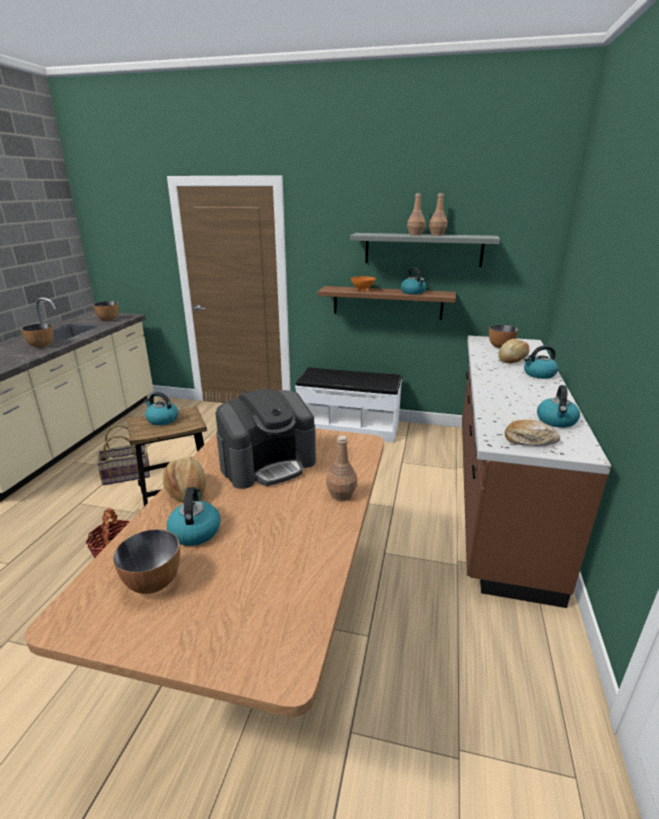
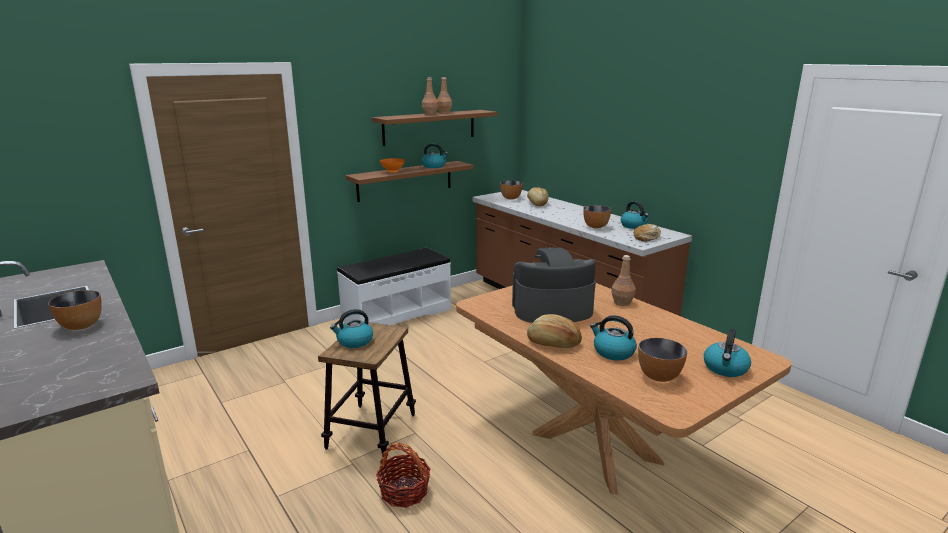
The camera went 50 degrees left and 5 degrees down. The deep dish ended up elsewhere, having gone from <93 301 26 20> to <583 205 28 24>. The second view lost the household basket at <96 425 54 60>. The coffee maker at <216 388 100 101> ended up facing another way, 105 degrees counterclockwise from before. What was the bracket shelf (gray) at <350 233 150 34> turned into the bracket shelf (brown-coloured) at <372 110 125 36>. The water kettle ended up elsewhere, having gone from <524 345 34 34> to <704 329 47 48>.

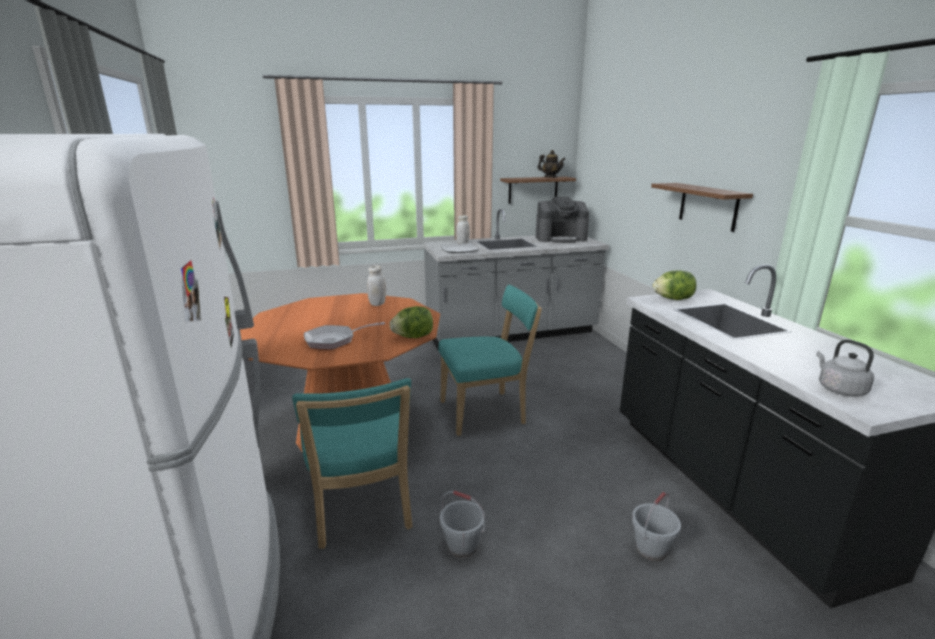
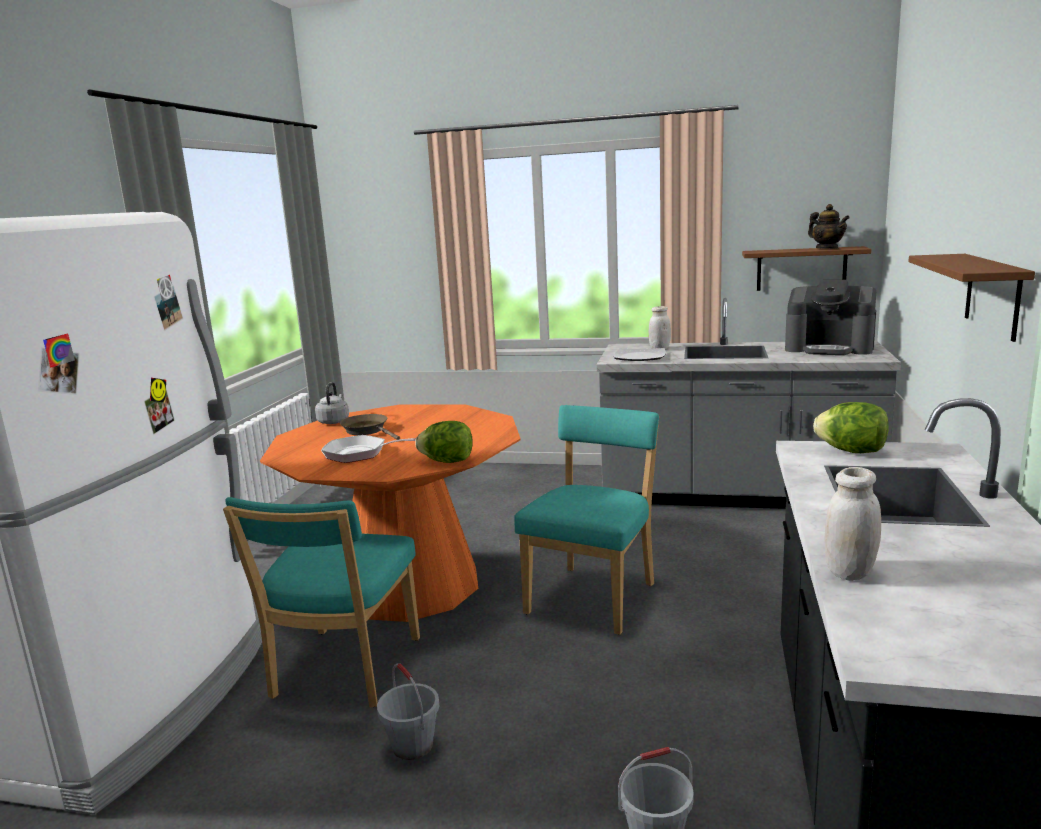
The camera went 30 degrees right and 5 degrees down. The jar (white) ended up elsewhere, having gone from <367 266 19 40> to <825 467 56 114>. The chair (turquoise-coloured) at <438 284 104 152> ended up facing another way, 75 degrees counterclockwise from before. The water kettle (gray) ended up elsewhere, having gone from <816 340 58 57> to <315 382 34 42>. The second view gained the pan (brown-coloured) at <340 414 60 26>.

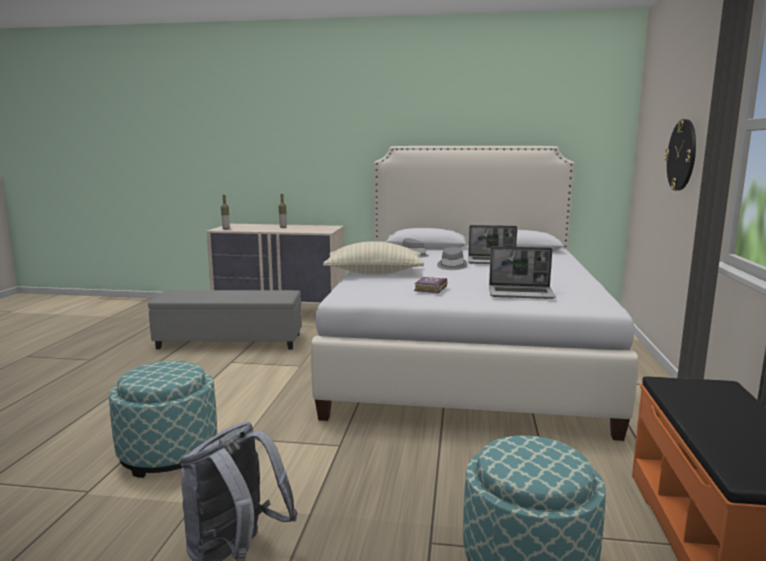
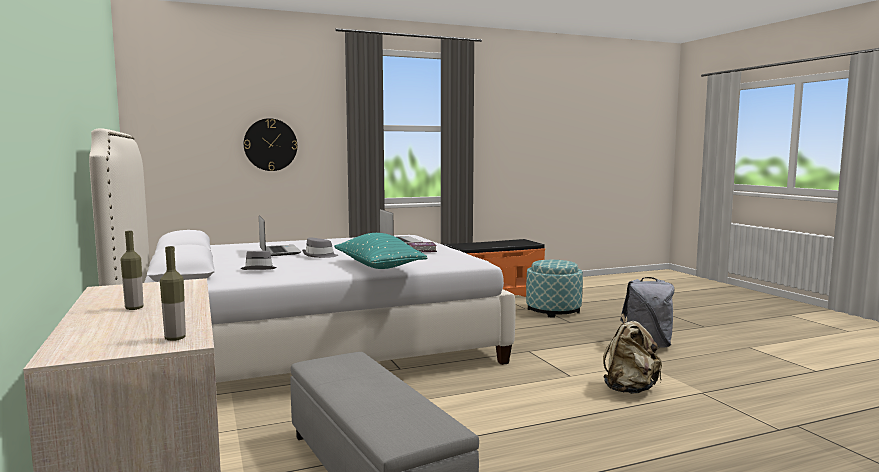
The camera went 120 degrees left and 5 degrees down. Where the pouffe stood at <109 361 108 117>, the knapsack (beige) came to stand at <603 314 59 80>. What was the throw pillow (beige) at <323 241 101 33> turned into the throw pillow (turquoise-coloured) at <334 233 94 36>.

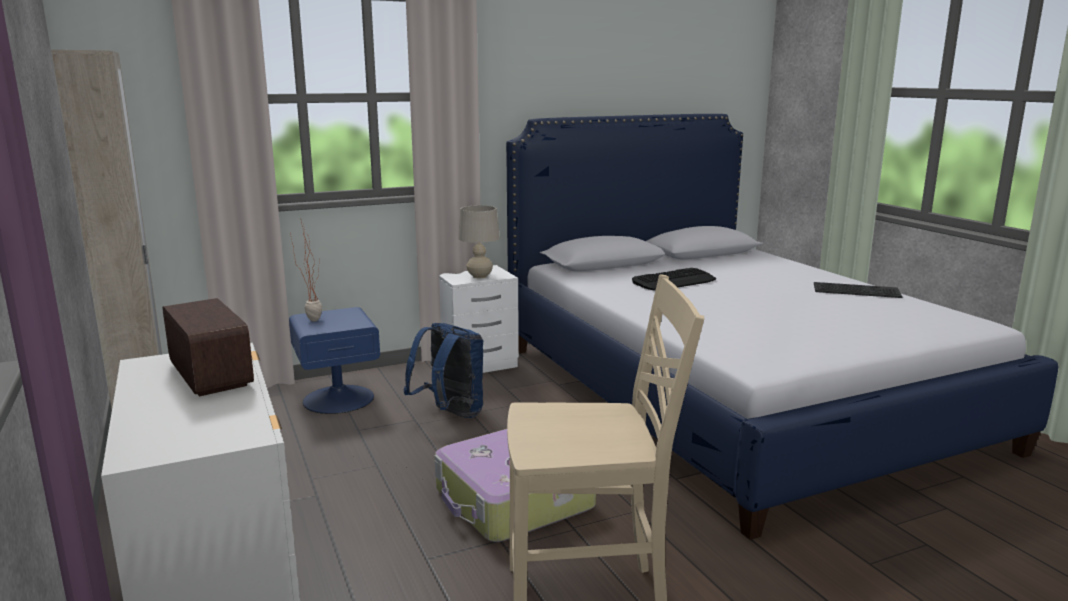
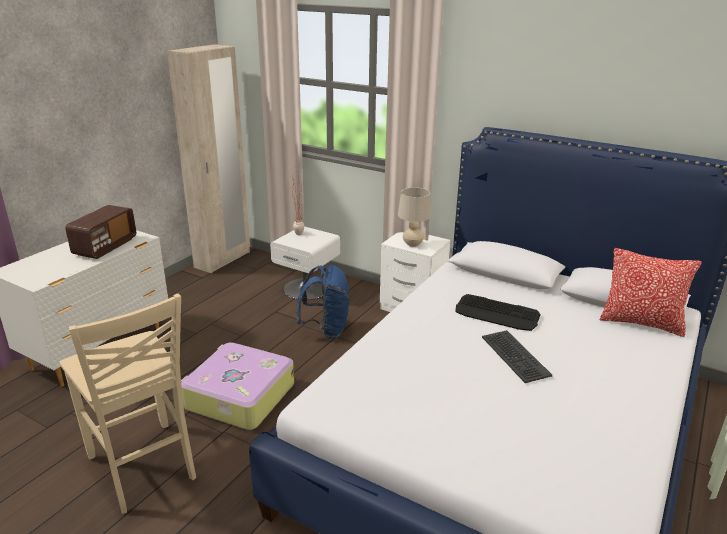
The camera went 55 degrees right and 10 degrees up. What was the nightstand (bluish) at <289 307 91 107> turned into the nightstand (white) at <270 226 70 74>. The keyboard ended up elsewhere, having gone from <814 282 89 16> to <482 330 70 53>. The second view gained the throw pillow at <600 248 102 89>.

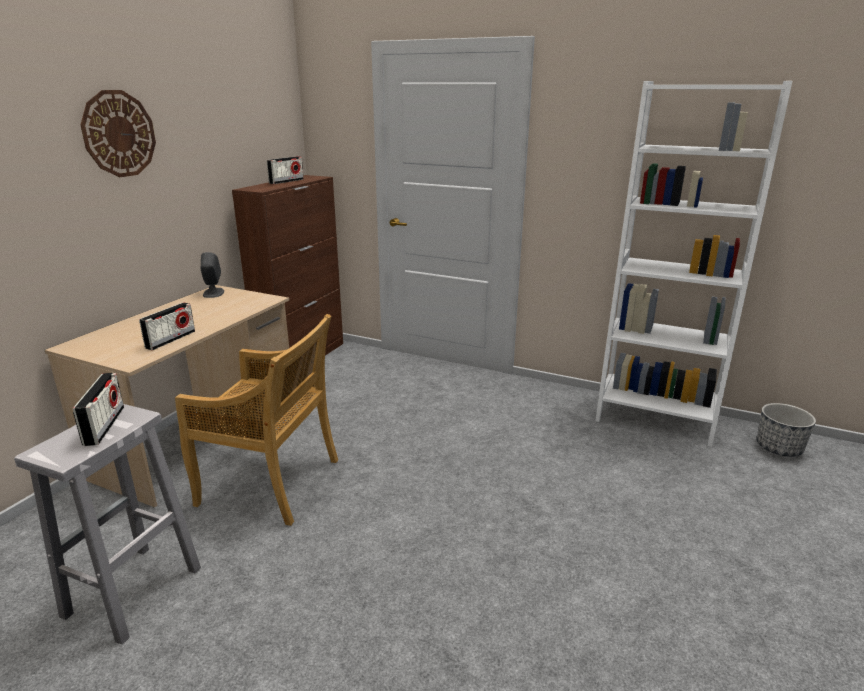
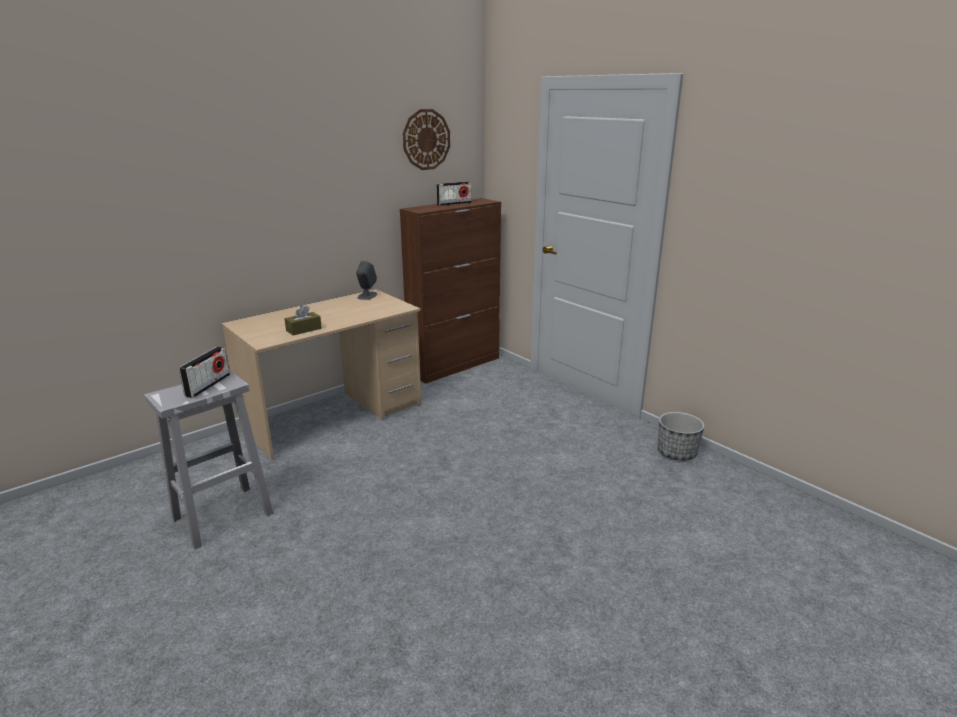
The camera went 25 degrees right and 0 degrees up. The wall clock ended up elsewhere, having gone from <80 90 76 87> to <403 109 47 61>. Where the radio stood at <139 303 56 47>, the box of tissues (brown-coloured) came to stand at <285 305 37 30>. The second view lost the chair (beige) at <175 314 163 212>. The second view lost the bookshelf (white) at <595 81 197 366>. The plant pot ended up elsewhere, having gone from <757 403 59 54> to <657 412 47 49>.

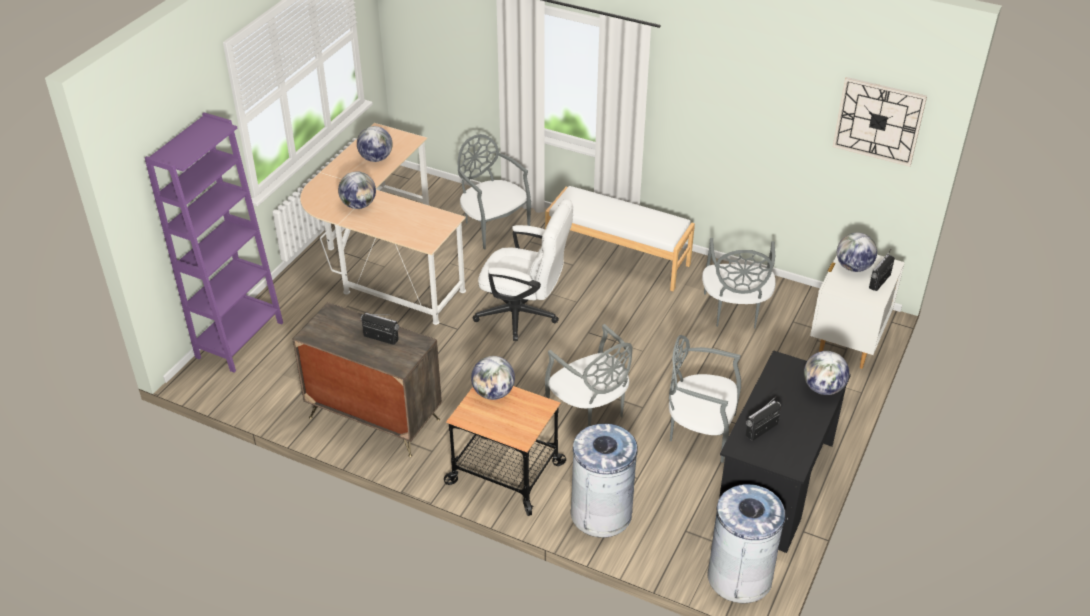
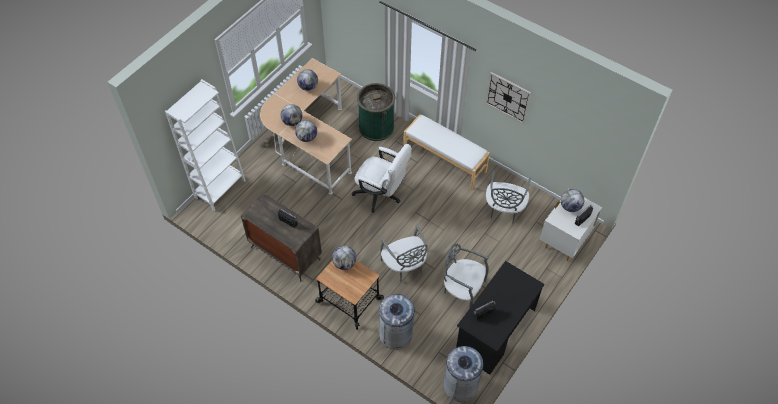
The camera went 10 degrees right and 15 degrees up. What was the bookshelf (purple-coloured) at <145 112 138 261> turned into the bookshelf (white) at <165 79 81 132>. Where the chair (gray) stood at <458 134 73 116>, the rubbish bin (greenish) came to stand at <357 83 38 58>. The desk globe ended up elsewhere, having gone from <804 351 45 44> to <295 120 22 22>. The wall clock ended up elsewhere, having gone from <833 77 94 89> to <485 72 46 52>.

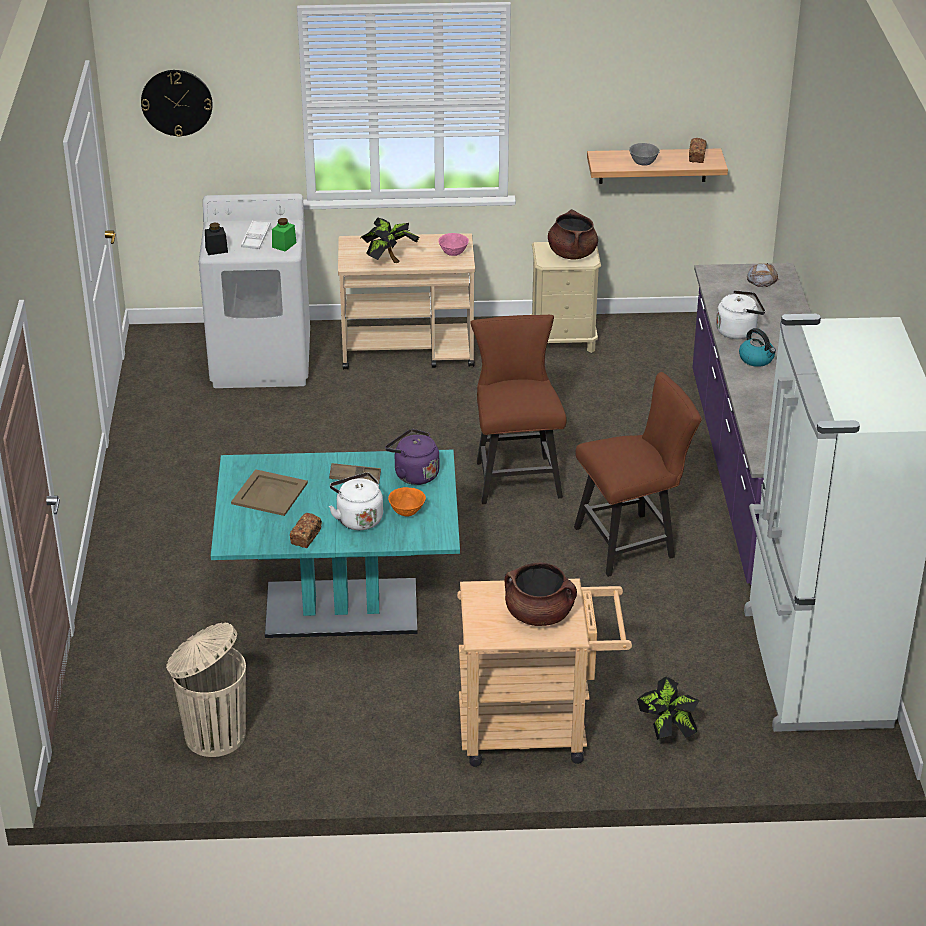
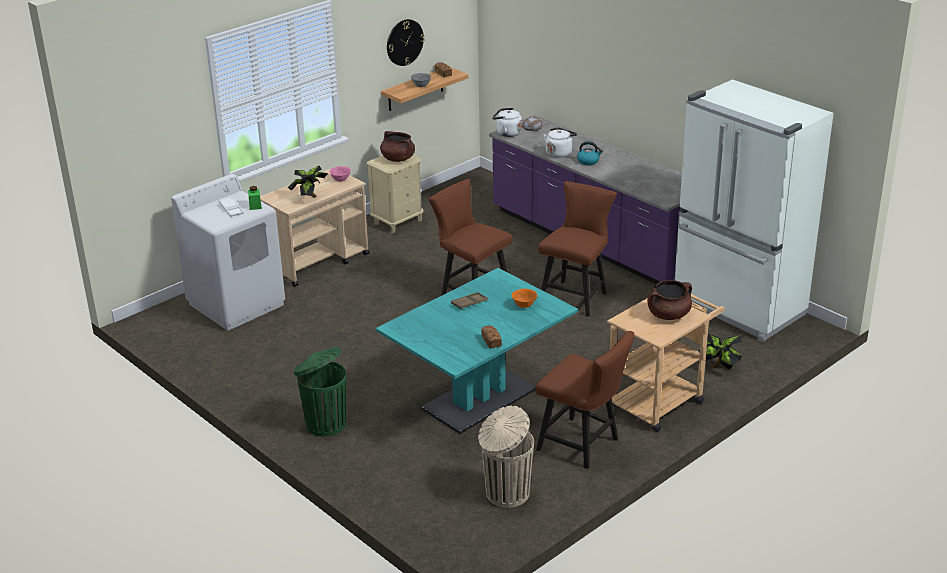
The camera went 40 degrees left and 5 degrees down. The wall clock ended up elsewhere, having gone from <141 70 72 67> to <387 19 38 47>. The second view lost the jar (blackish) at <205 223 23 32>. The second view lost the tray (beige) at <231 469 77 47>. The water kettle (white) ended up elsewhere, having gone from <329 472 54 58> to <492 108 30 29>. The second view lost the water kettle (purple-coloured) at <385 429 54 56>. The second view gained the rubbish bin (greenish) at <293 347 53 90>. The second view gained the chair (brown-coloured) at <536 331 99 138>.

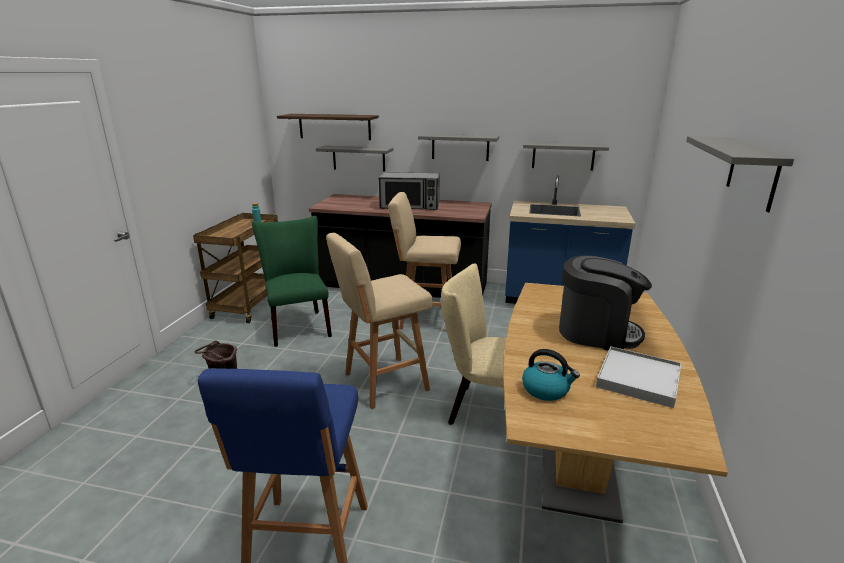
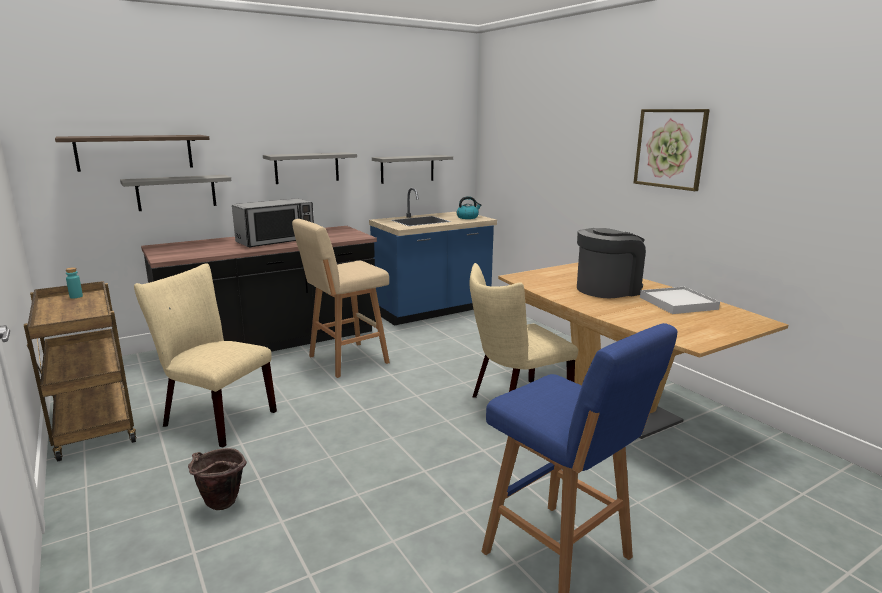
The camera went 45 degrees left and 5 degrees down. What was the chair (greenish) at <252 216 80 131> turned into the chair (beige) at <134 263 143 185>. The second view lost the sitting stool (beige) at <326 233 107 176>. The water kettle ended up elsewhere, having gone from <522 349 58 52> to <456 196 25 23>. Where the bracket shelf (gray) hung at <686 136 108 76>, the wall art came to hang at <634 109 76 82>.

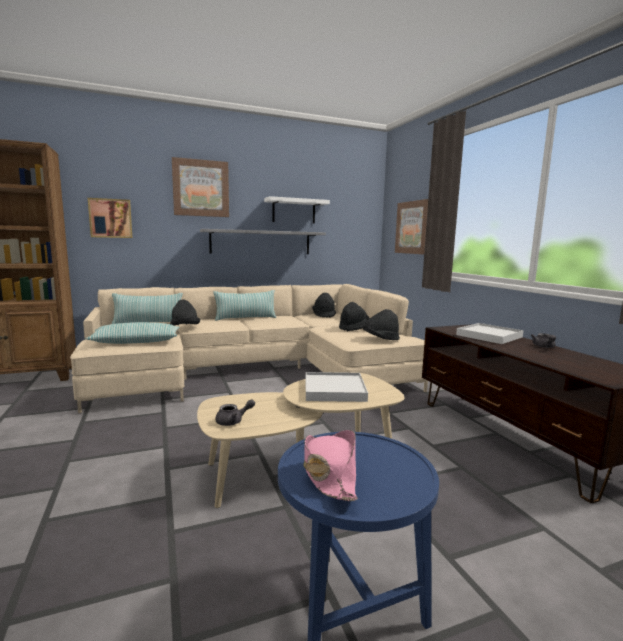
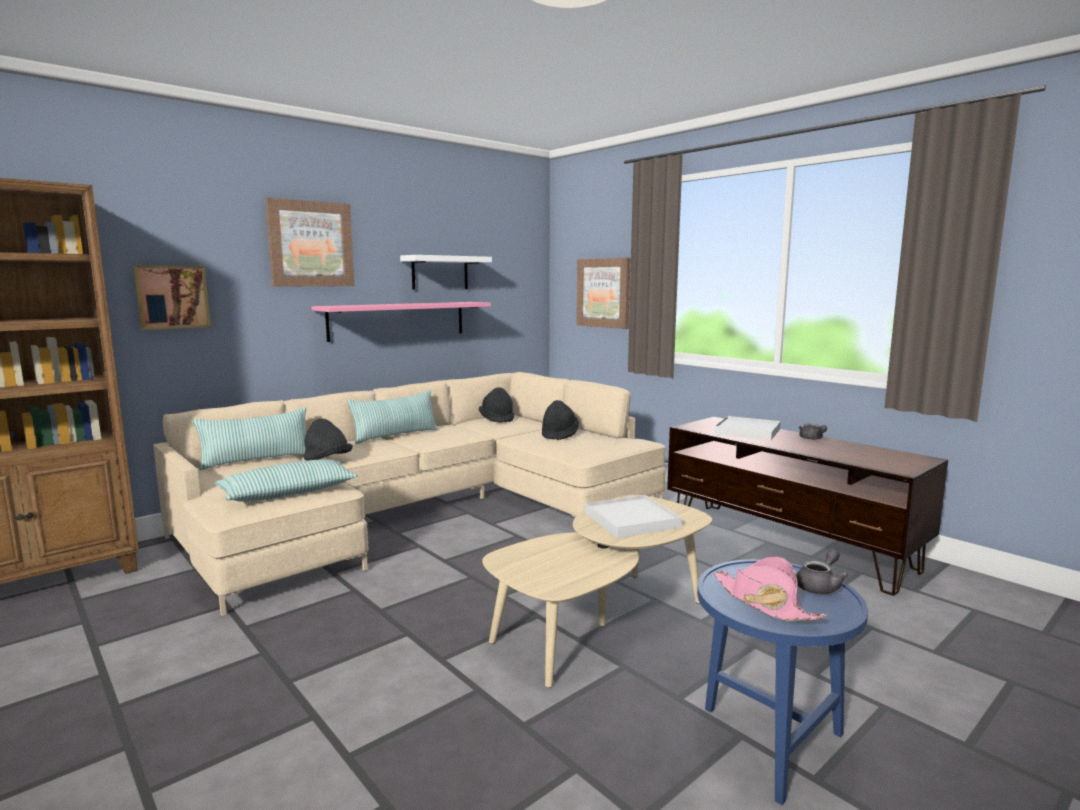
The camera went 20 degrees left and 0 degrees up. What was the bracket shelf (gray) at <200 229 126 25> turned into the bracket shelf (pink-coloured) at <312 302 179 40>. The tea pot (gray) ended up elsewhere, having gone from <215 399 40 27> to <796 549 53 45>. The second view lost the hat (blackish) at <362 309 38 31>.

